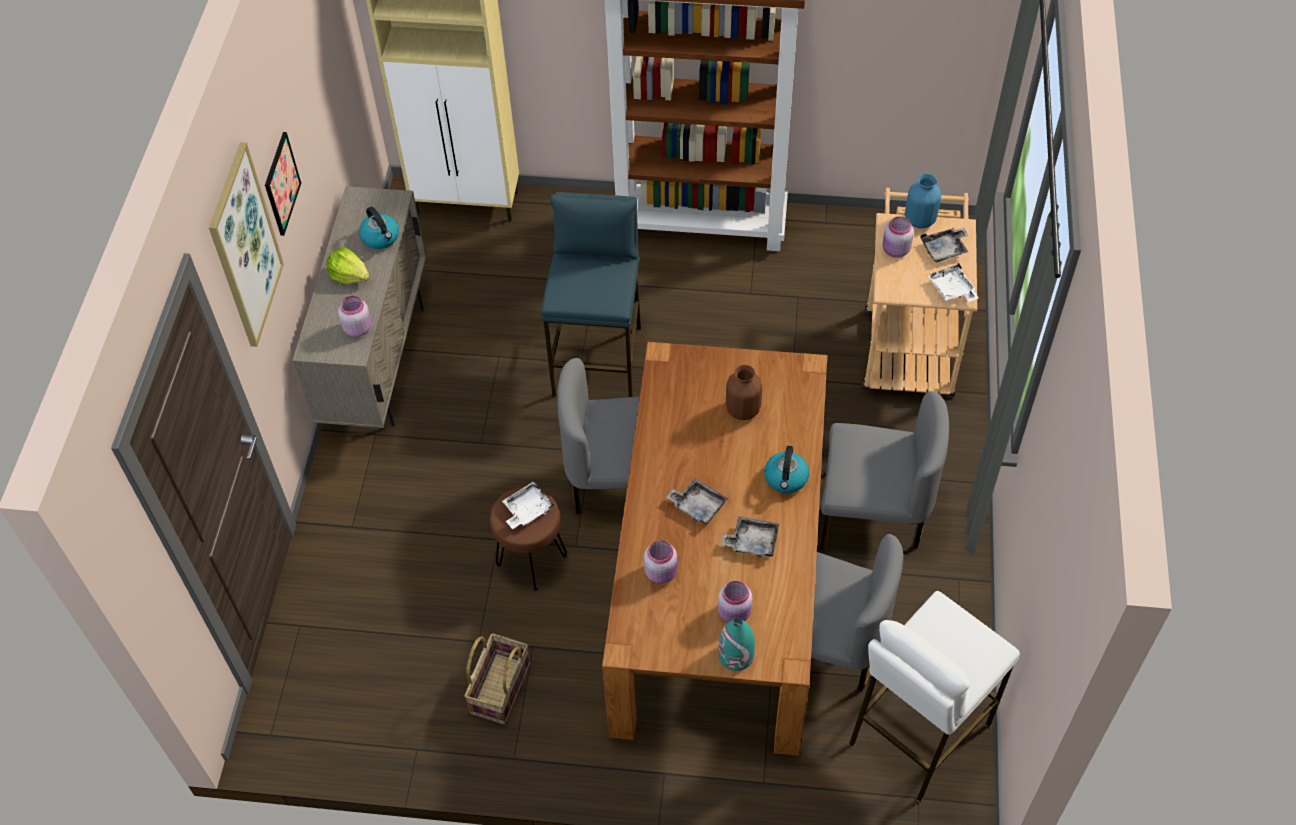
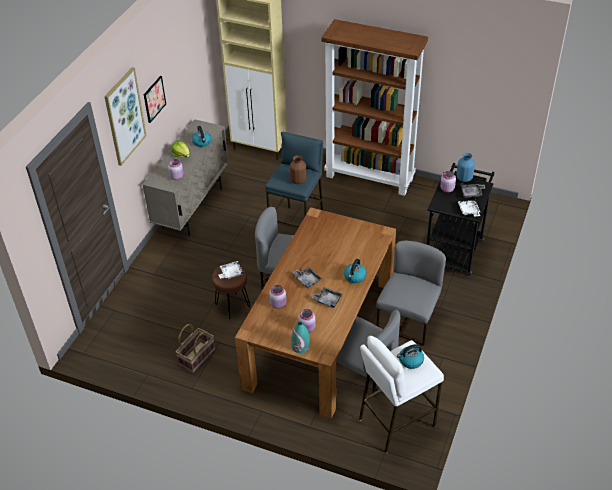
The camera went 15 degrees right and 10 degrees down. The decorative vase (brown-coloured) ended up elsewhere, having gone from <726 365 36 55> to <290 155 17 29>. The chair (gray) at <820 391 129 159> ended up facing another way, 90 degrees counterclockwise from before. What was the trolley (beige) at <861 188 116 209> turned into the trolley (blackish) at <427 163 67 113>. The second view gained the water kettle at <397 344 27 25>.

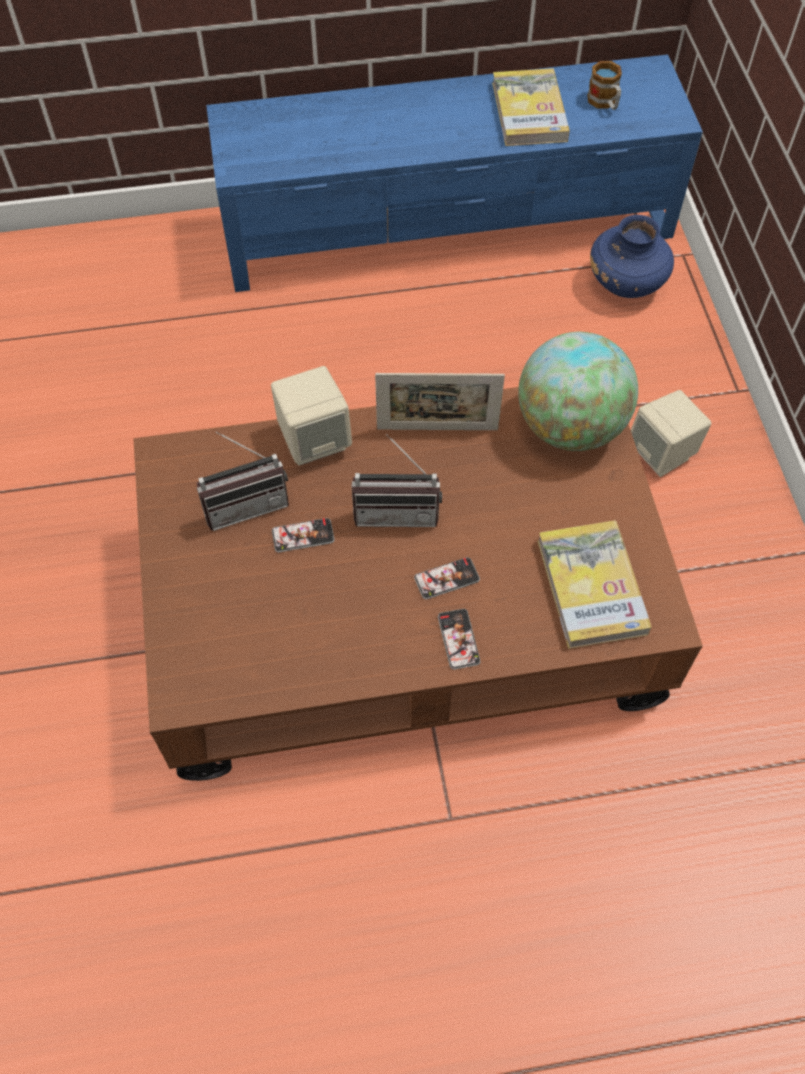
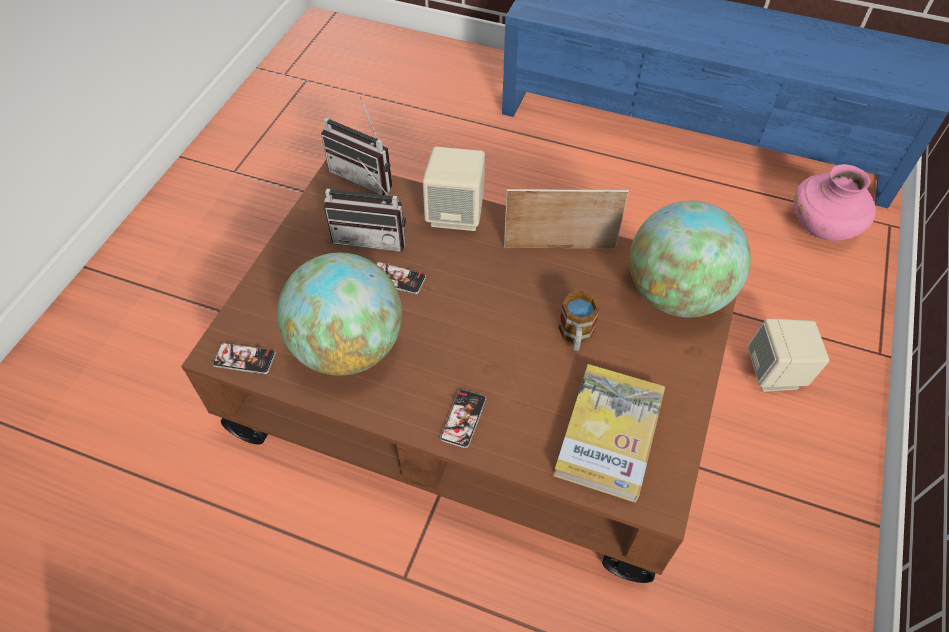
The camera went 30 degrees right and 5 degrees down. The radio ended up elsewhere, having gone from <352 435 90 92> to <321 97 71 98>. The picture frame at <375 373 130 57> ended up facing another way, 150 degrees clockwise from before. The handset ended up elsewhere, having gone from <414 557 66 42> to <212 343 64 31>. The second view lost the bound book at <492 68 78 78>. The mug ended up elsewhere, having gone from <587 61 35 49> to <558 291 42 60>. What was the decorative vase (bluish) at <590 215 84 83> turned into the decorative vase (pink-coloured) at <794 164 82 77>. The second view gained the desk globe at <277 253 125 123>.

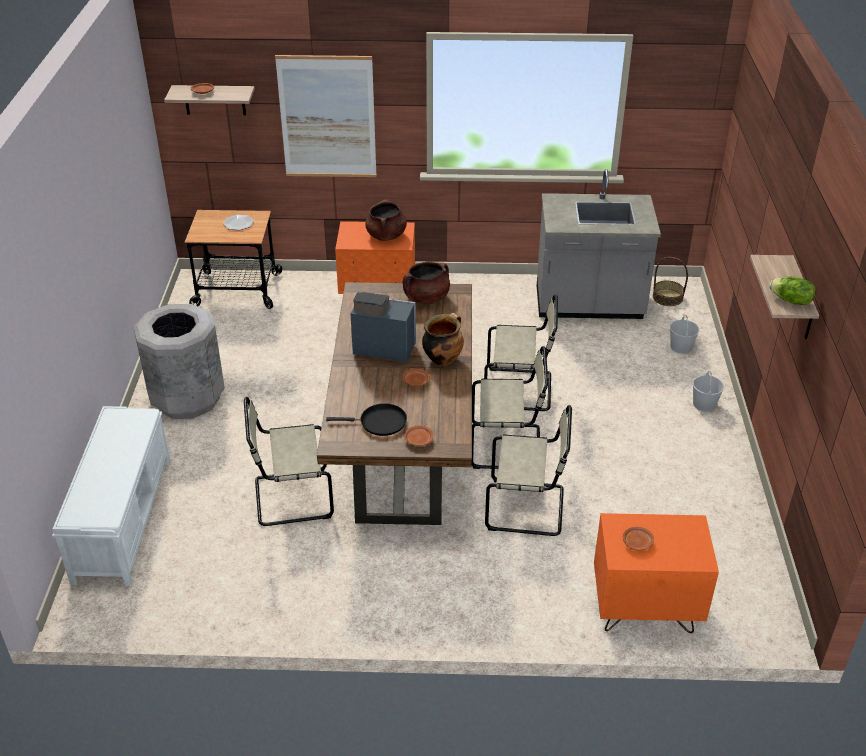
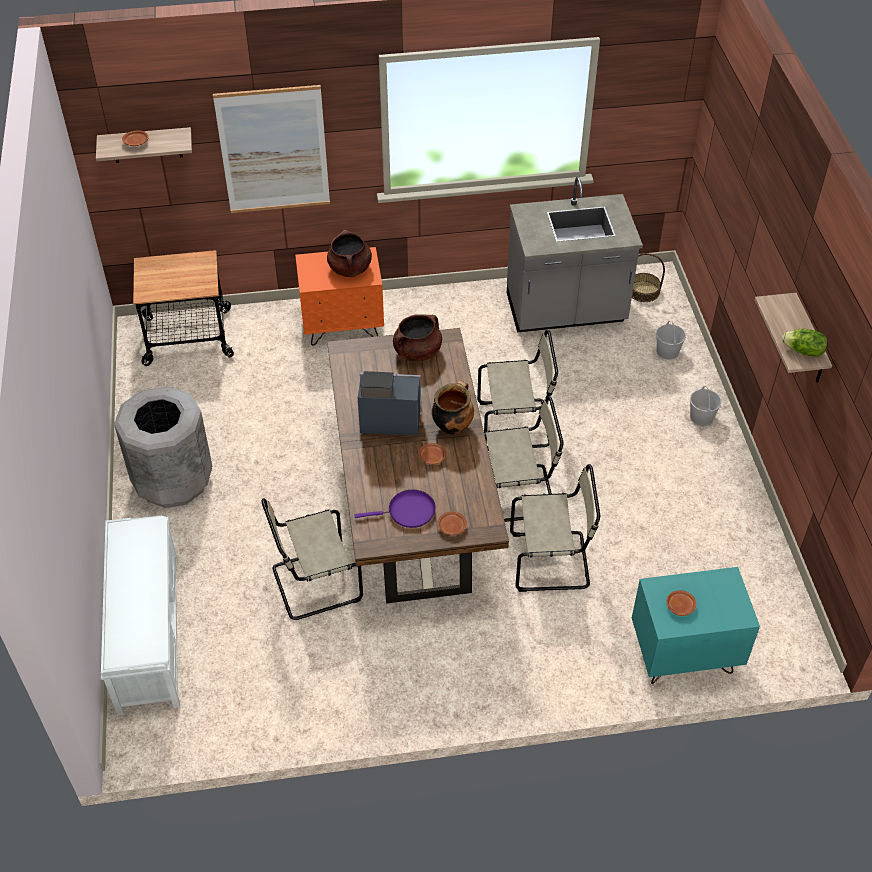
The camera went 10 degrees left and 10 degrees up. The second view lost the dinner plate at <223 215 31 15>. What was the pan (blackish) at <326 403 81 33> turned into the pan (purple-coloured) at <354 490 82 38>. What was the nightstand (orange) at <594 513 125 120> turned into the nightstand (turquoise-coloured) at <632 567 128 117>.

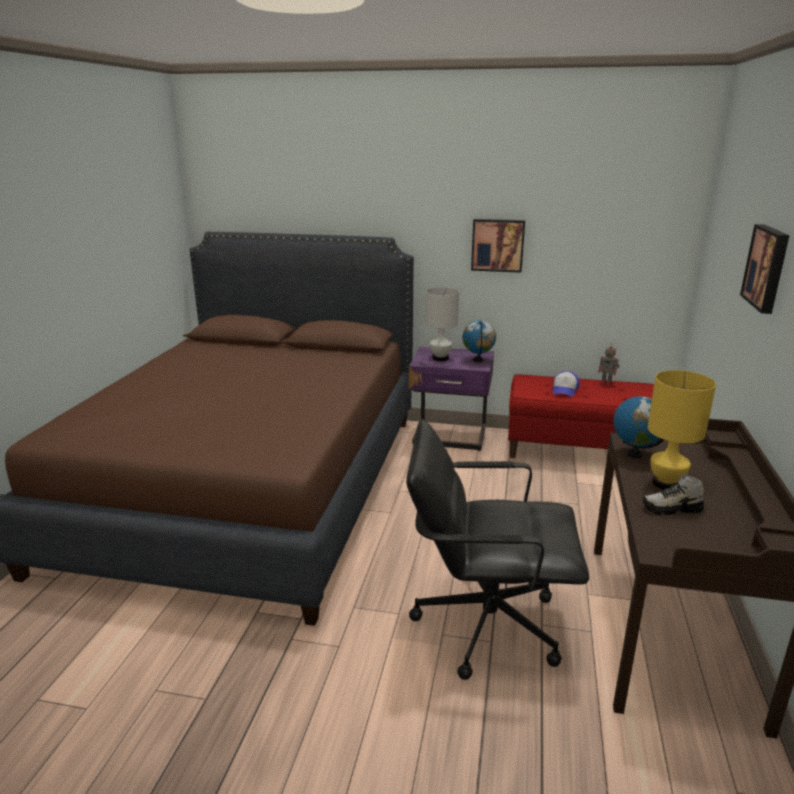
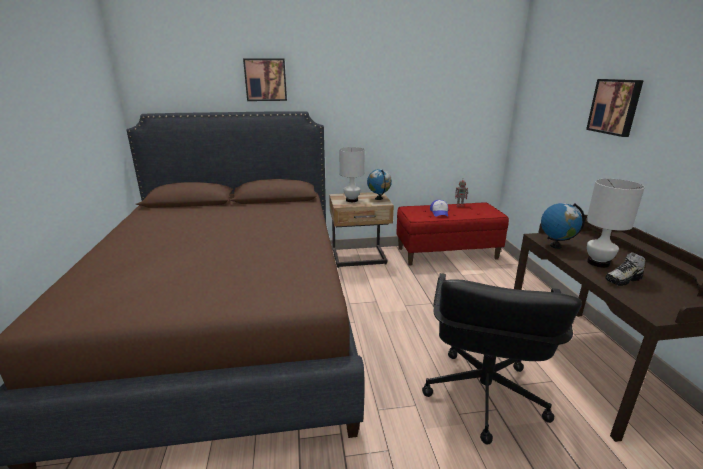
The camera went 20 degrees left and 0 degrees up. The office chair (blackish) at <406 420 183 260> ended up facing another way, 60 degrees counterclockwise from before. What was the nightstand (purple-coloured) at <409 346 85 105> turned into the nightstand (beige) at <329 192 65 76>. The wall art ended up elsewhere, having gone from <471 219 54 54> to <243 58 44 43>. What was the tabletop lamp (yellow) at <648 370 68 120> turned into the tabletop lamp (white) at <586 179 59 89>.

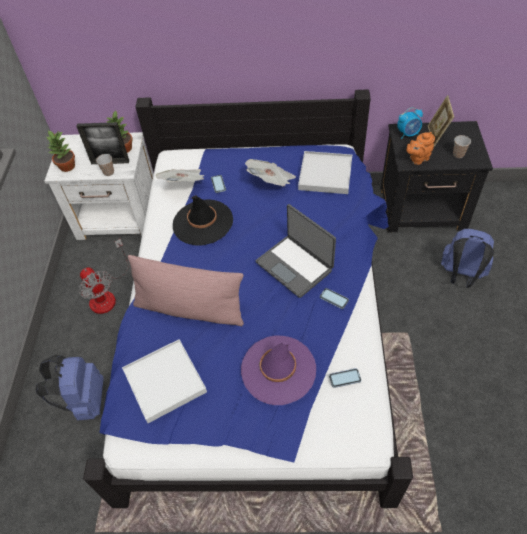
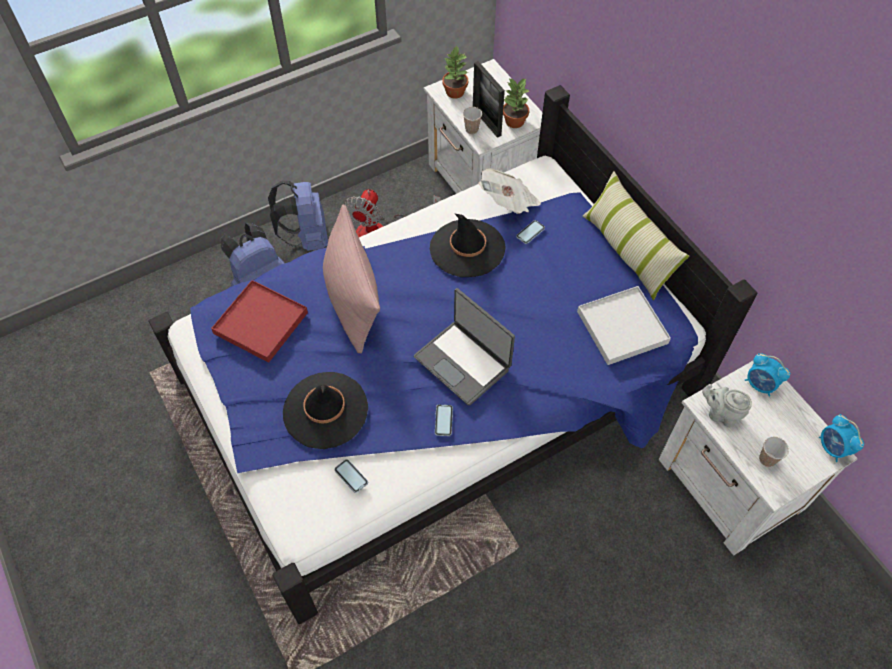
The camera went 55 degrees right and 5 degrees up. What was the tray (white) at <122 339 85 84> turned into the tray (reddish) at <211 280 97 83>. What was the hat (purple-coloured) at <241 336 75 69> turned into the hat (blackish) at <283 372 85 77>. The second view lost the printed paper at <245 159 51 27>. The laptop at <256 204 80 94> ended up facing another way, 60 degrees counterclockwise from before. What was the nightstand (blackish) at <380 121 113 111> turned into the nightstand (white) at <658 361 200 195>. What was the tea pot (orange) at <406 132 29 33> turned into the tea pot (gray) at <702 384 50 43>. The second view lost the picture frame at <428 95 26 52>. The knapsack (bluish) ended up elsewhere, having gone from <441 229 53 59> to <268 181 60 70>. The second view gained the throw pillow at <582 171 108 129>. The second view gained the bedside clock at <819 414 45 48>.

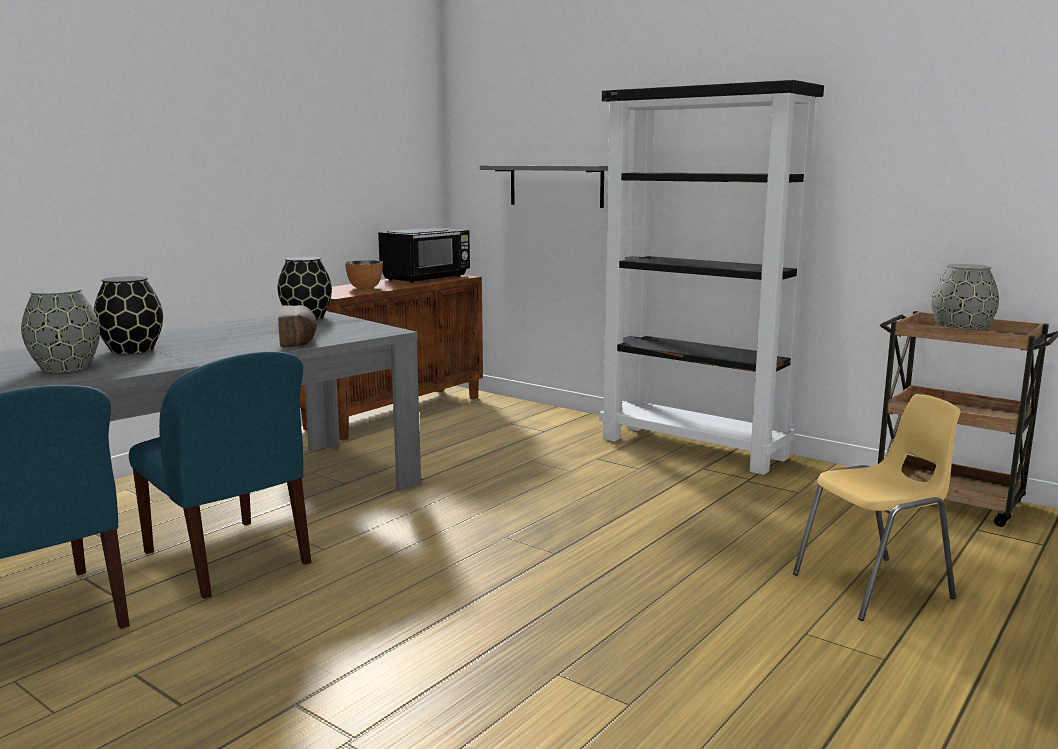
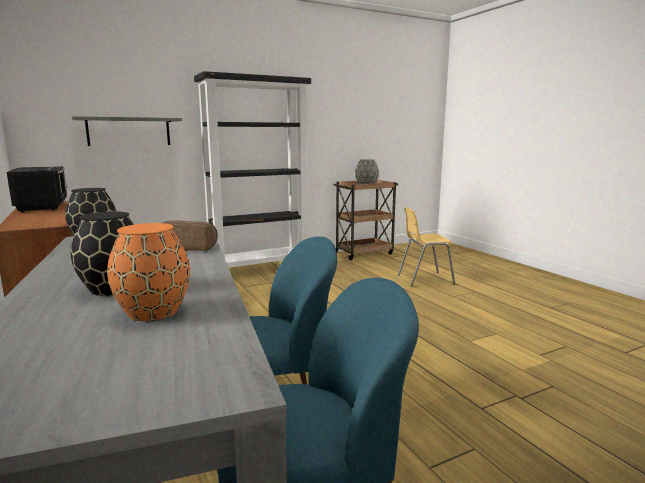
The camera went 65 degrees left and 0 degrees up. What was the decorative vase (gray) at <21 287 79 86> turned into the decorative vase (orange) at <107 223 83 98>. The second view lost the deep dish at <345 260 38 29>. The chair (yellow) at <793 394 167 227> ended up facing another way, 105 degrees counterclockwise from before.

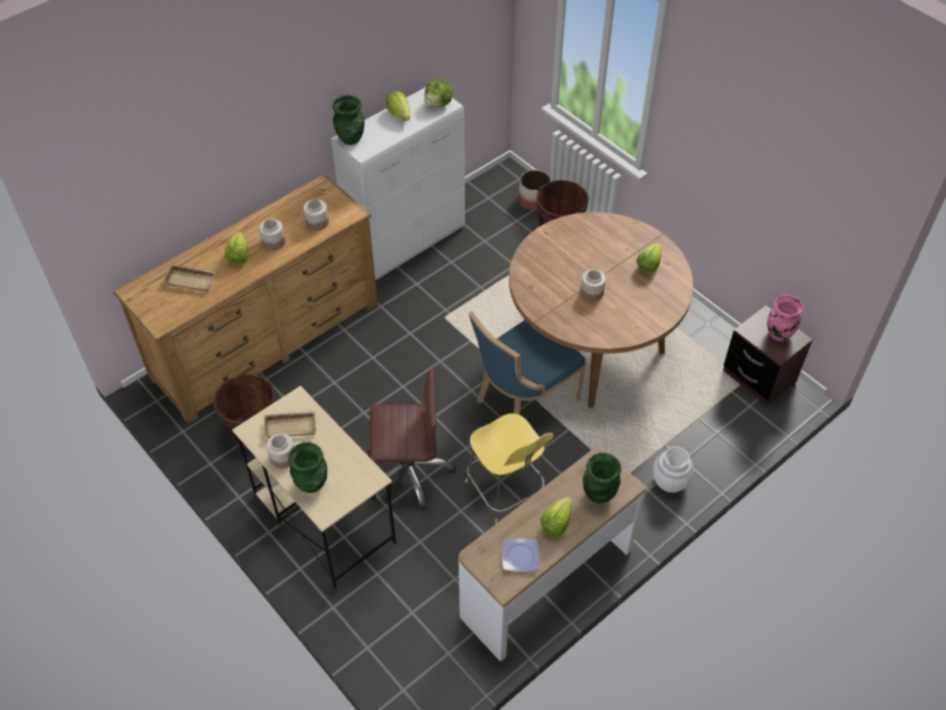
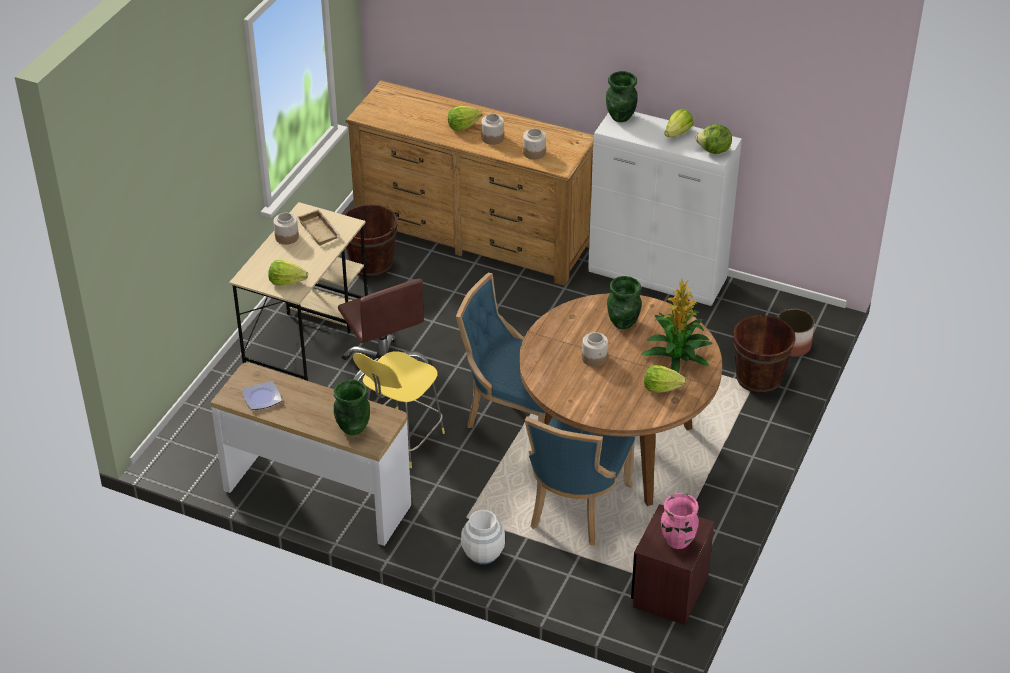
The camera went 65 degrees right and 10 degrees down. The second view lost the tray (beige) at <162 264 54 28>. The decorative vase (greenish) ended up elsewhere, having gone from <289 442 38 51> to <607 276 35 53>. The lettuce ended up elsewhere, having gone from <540 497 32 40> to <268 260 40 26>. The second view gained the chair (bluish) at <525 416 110 130>. The second view gained the houseplant at <641 278 71 95>.

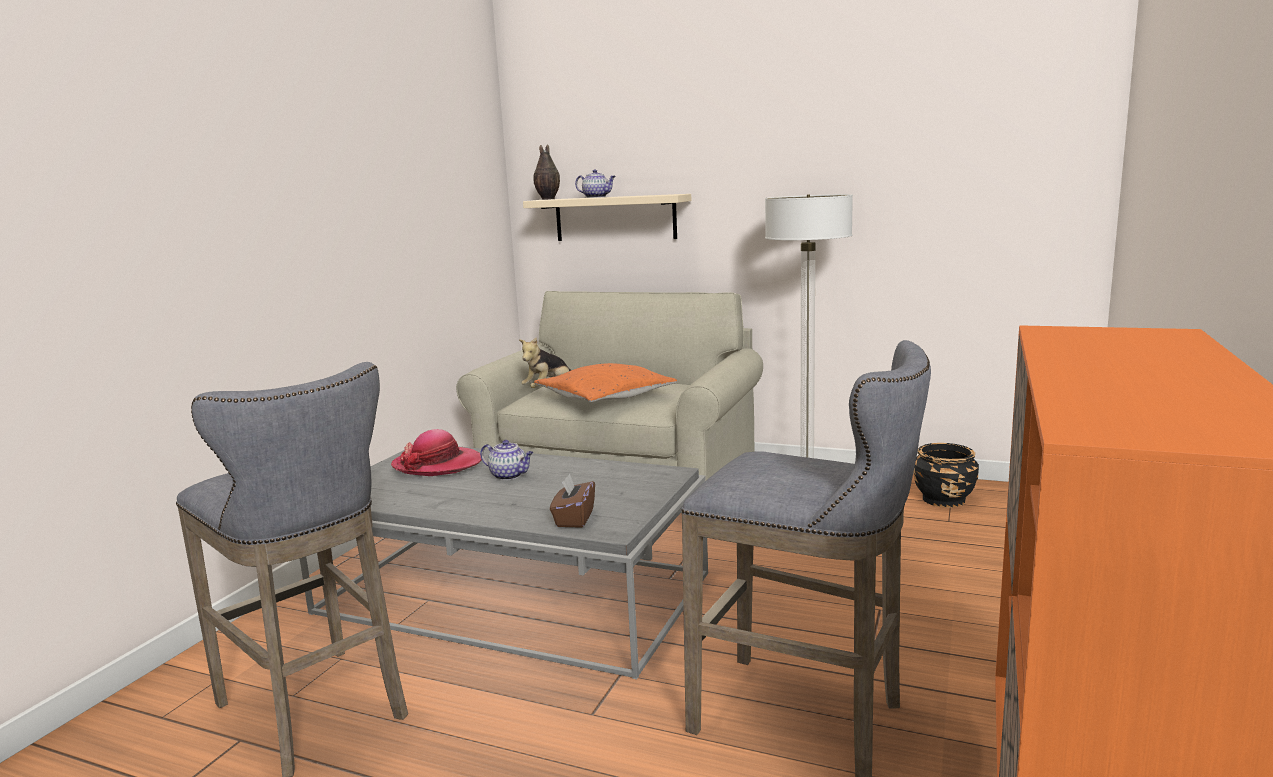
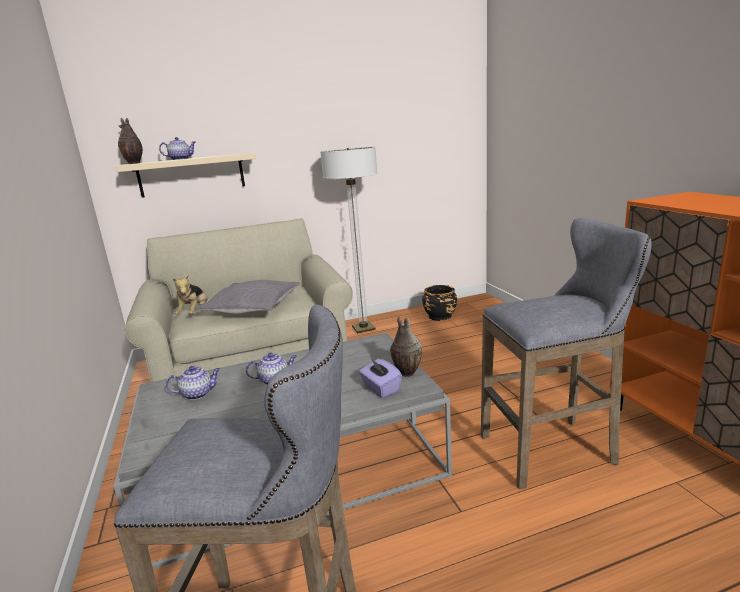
The camera went 40 degrees left and 5 degrees up. Where the hat stood at <391 429 91 47>, the tea pot came to stand at <166 366 54 34>. What was the throw pillow (orange) at <534 363 143 39> turned into the throw pillow (gray) at <195 280 105 34>. What was the box of tissues (brown-coloured) at <550 473 45 55> turned into the box of tissues (purple-coloured) at <359 359 43 39>. The second view gained the decorative vase at <390 317 32 60>.

